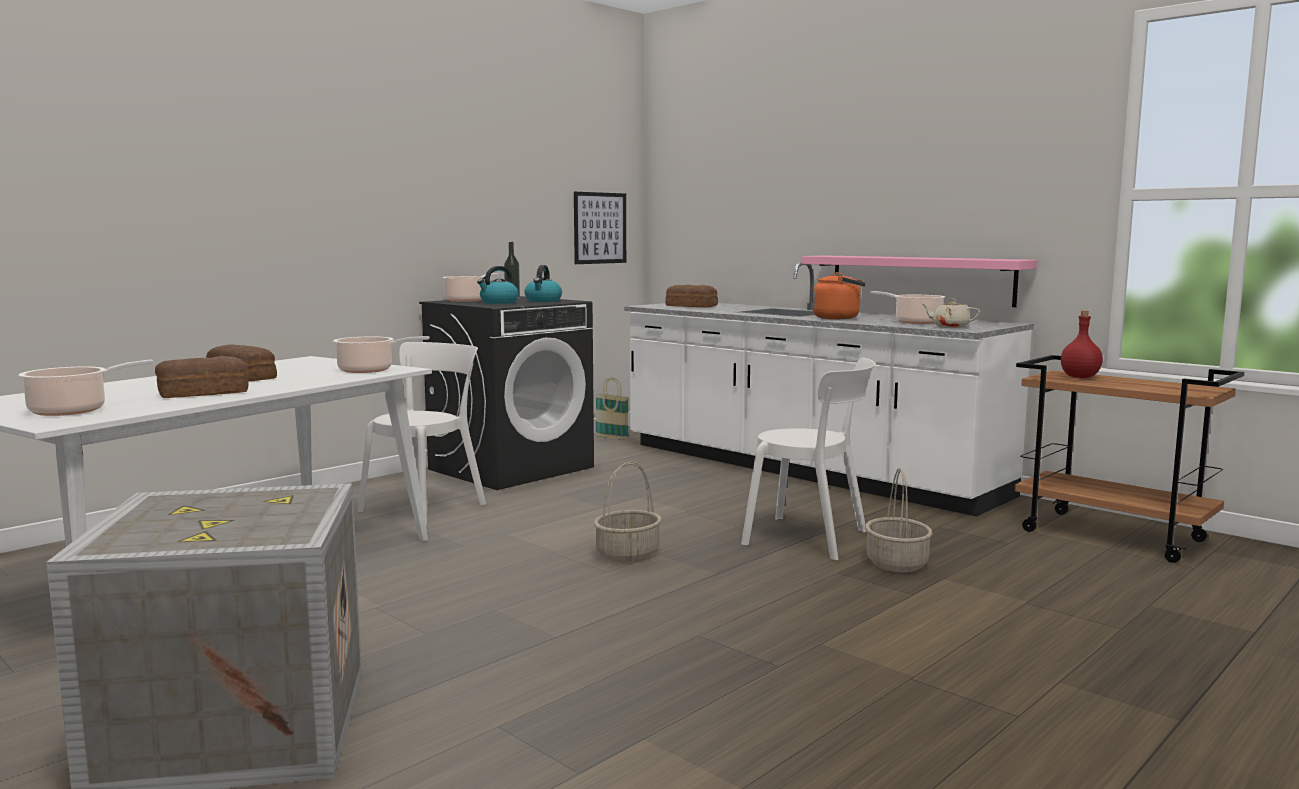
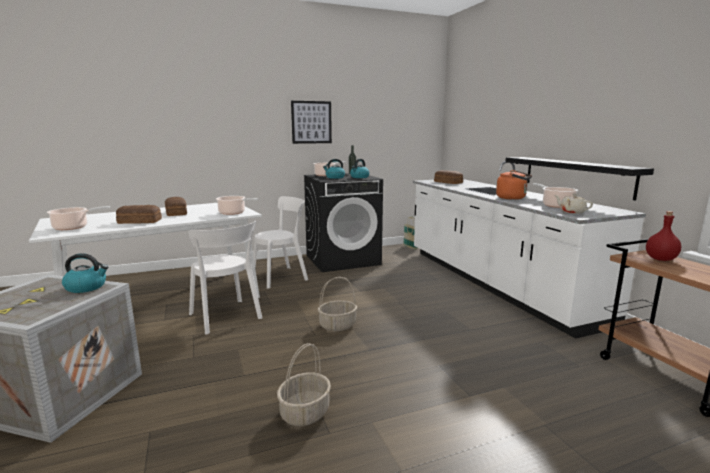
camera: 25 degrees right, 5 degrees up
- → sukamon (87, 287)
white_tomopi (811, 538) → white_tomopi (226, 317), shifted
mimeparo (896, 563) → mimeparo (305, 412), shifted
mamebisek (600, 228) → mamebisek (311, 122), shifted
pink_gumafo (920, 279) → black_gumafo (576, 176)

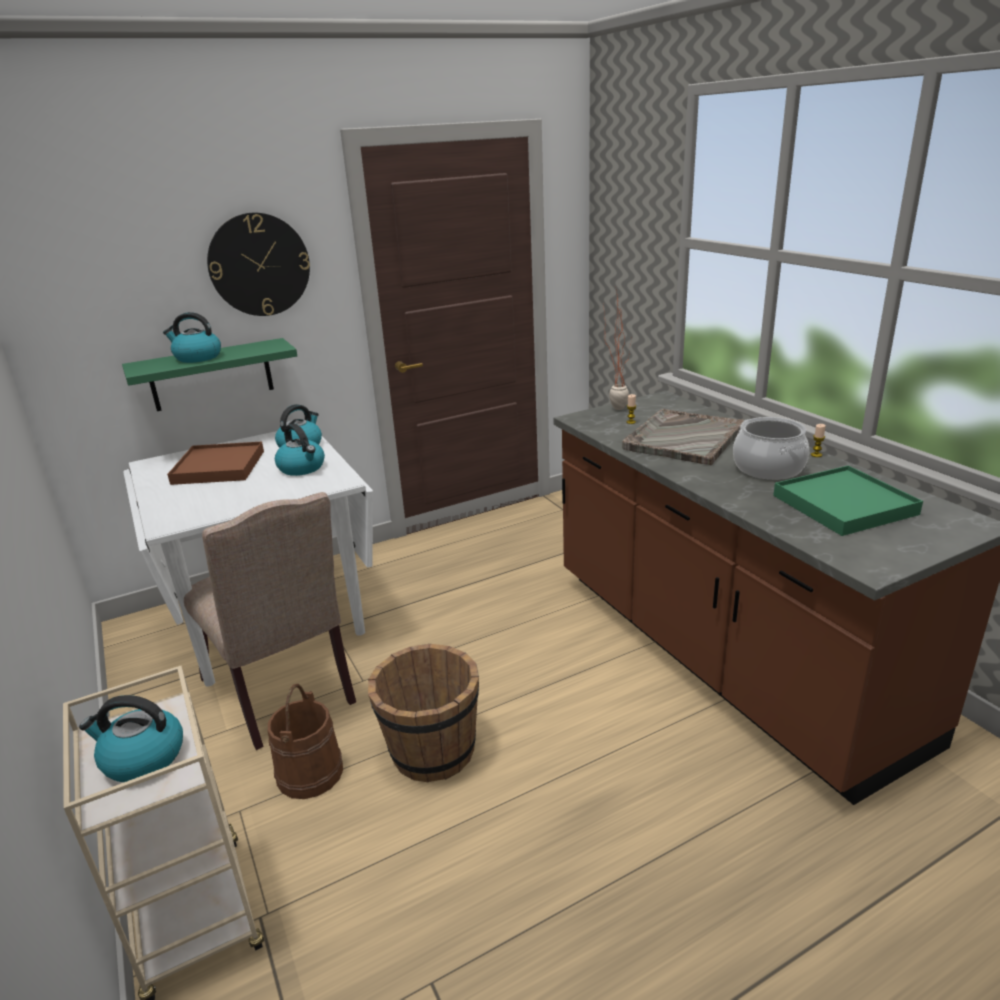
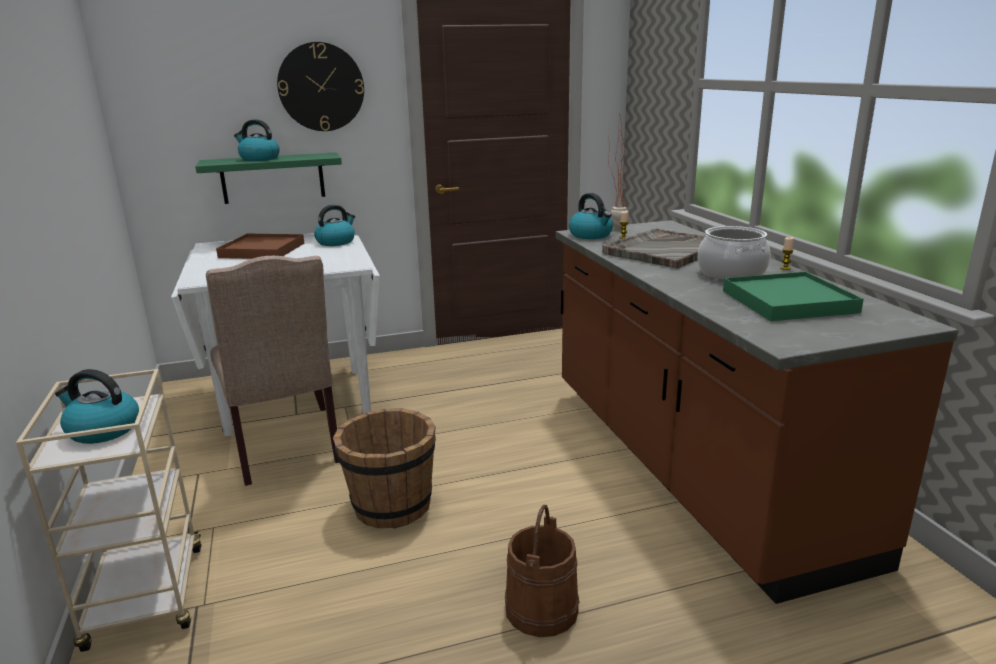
camera: 10 degrees right, 5 degrees down
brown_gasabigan (309, 772) → brown_gasabigan (541, 608), shifted
sukamon (302, 468) → sukamon (591, 235), shifted

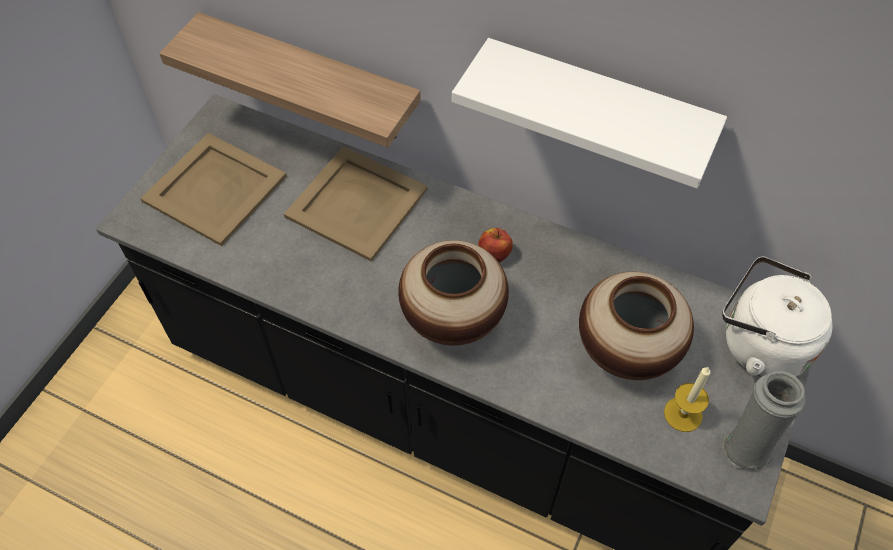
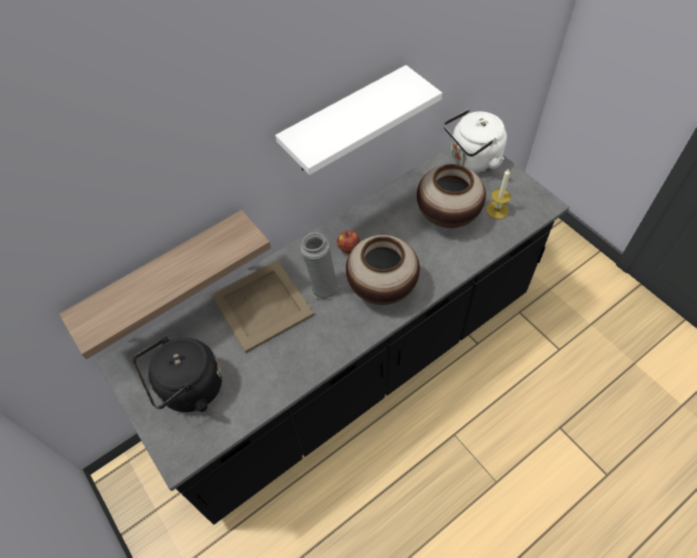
camera: 60 degrees left, 0 degrees up
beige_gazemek (215, 187) → black_sukamon (188, 389)
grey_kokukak (746, 445) → grey_kokukak (322, 286), shifted

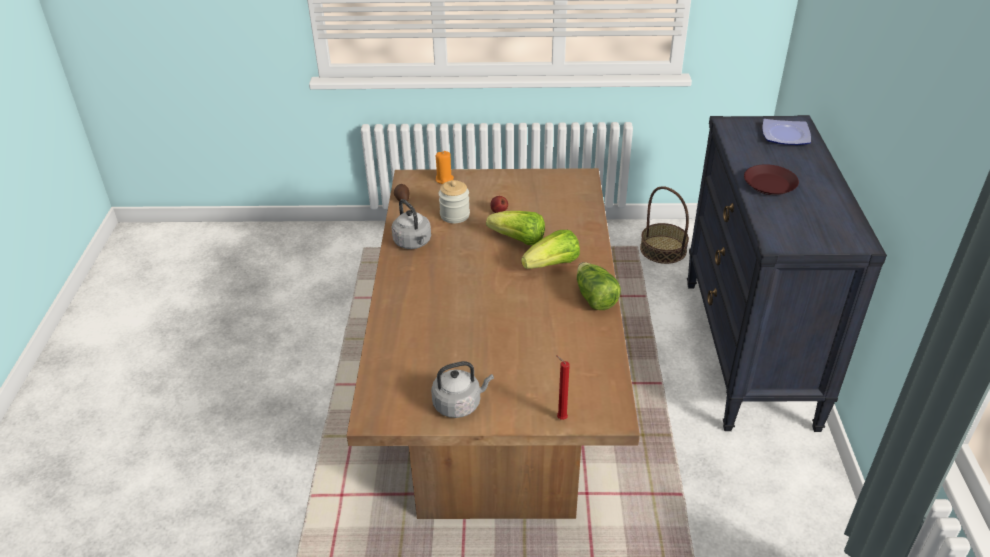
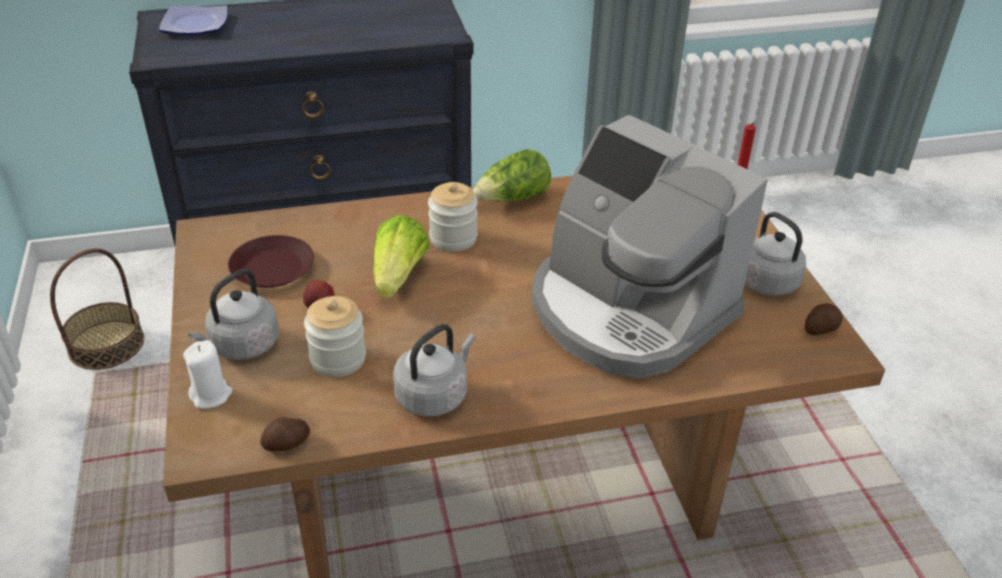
camera: 105 degrees left, 0 degrees up
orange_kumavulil (444, 179) → white_kumavulil (211, 395)
- → grey_sukamon (242, 346)
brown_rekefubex (769, 184) → brown_rekefubex (273, 269), shifted
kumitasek (553, 265) → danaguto (453, 238)
- → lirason (627, 311)
- → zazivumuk (820, 328)

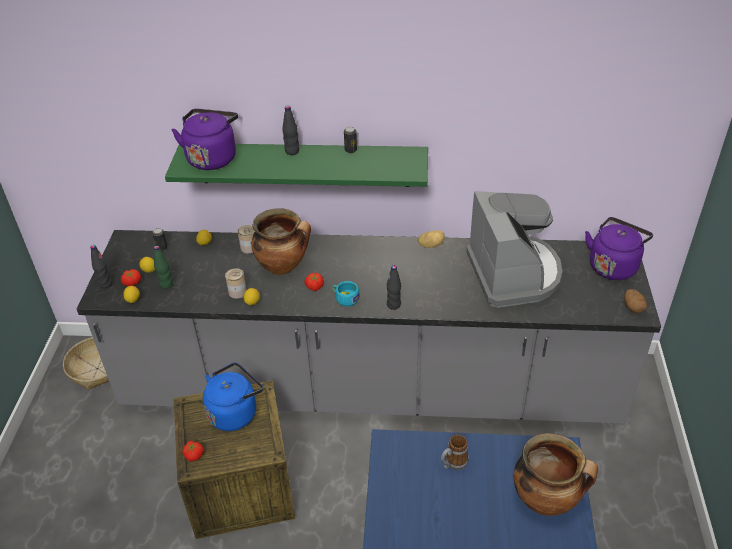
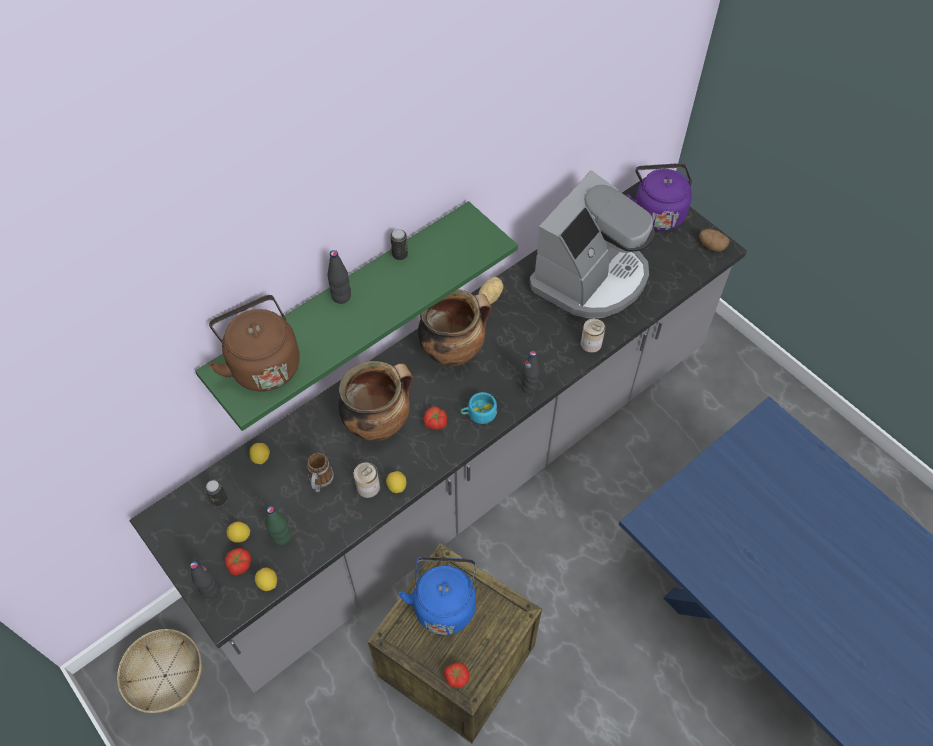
camera: 45 degrees left, 15 degrees up
purple_sukamon (212, 157) → brown_sukamon (263, 364)
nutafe (453, 463) → nutafe (320, 482), shifted
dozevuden (546, 499) → dozevuden (453, 351), shifted
lirason (514, 273) → lirason (591, 278), 90 degrees clockwise
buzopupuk (249, 247) → buzopupuk (591, 343), shifted

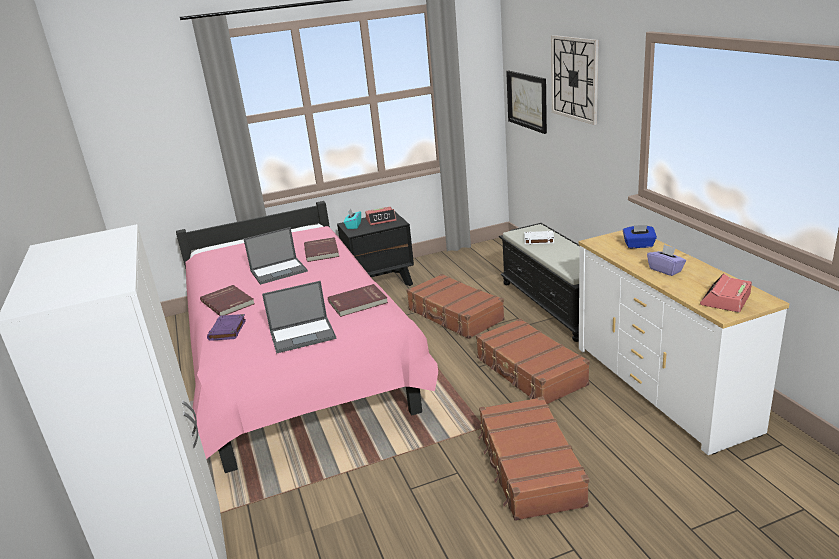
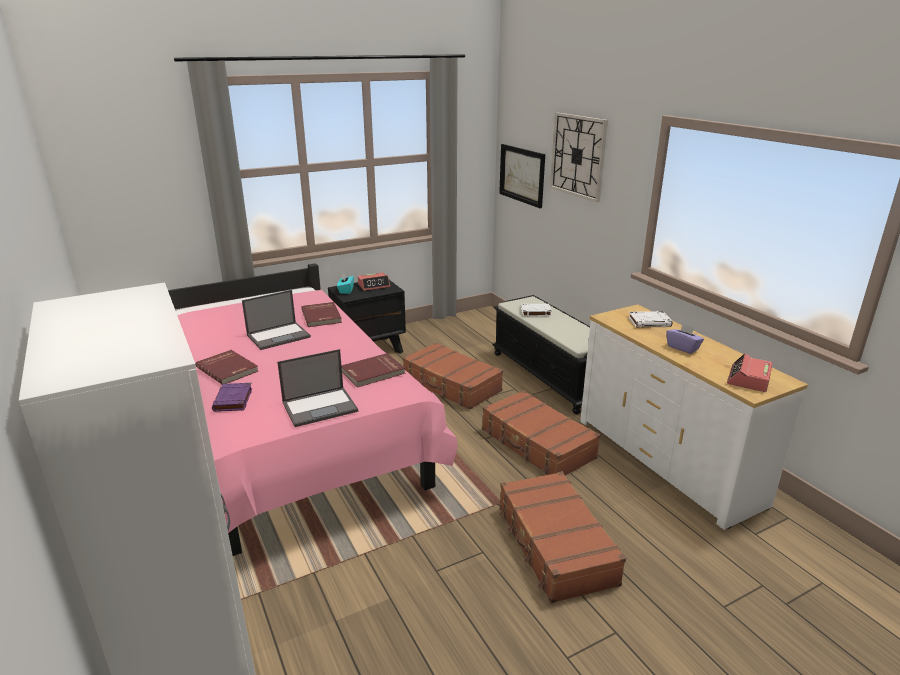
camera: 10 degrees left, 0 degrees up
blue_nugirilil (639, 245) → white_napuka (649, 322)

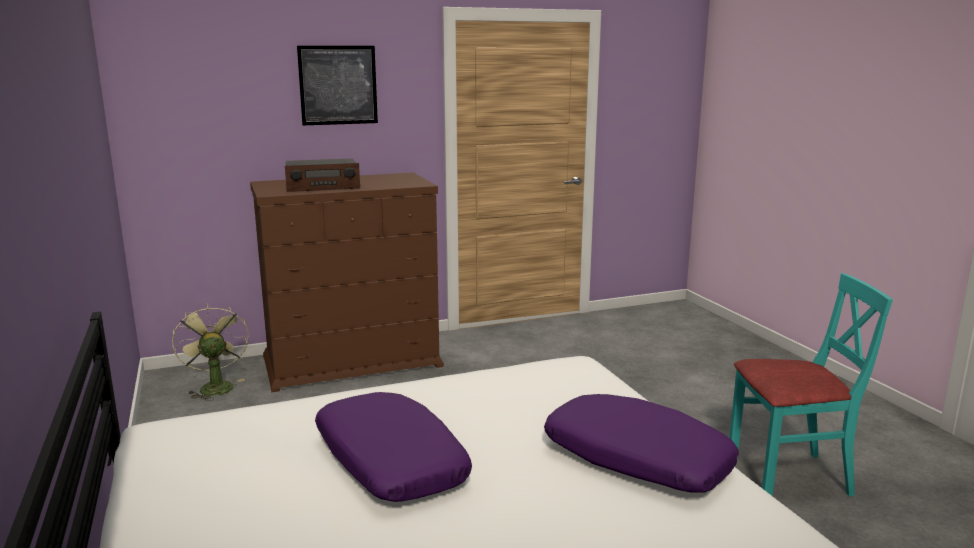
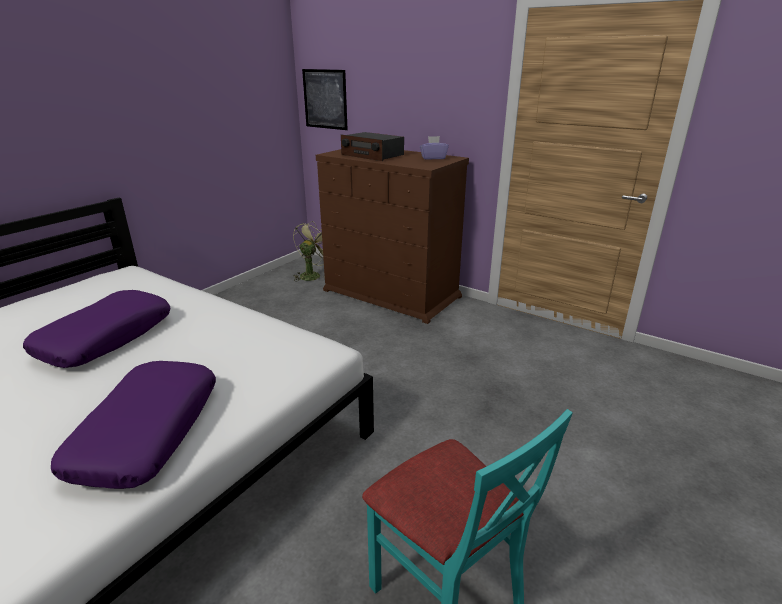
camera: 55 degrees right, 10 degrees up
mamebisek (338, 85) → mamebisek (325, 99), shifted
- → purple_nugirilil (433, 158)

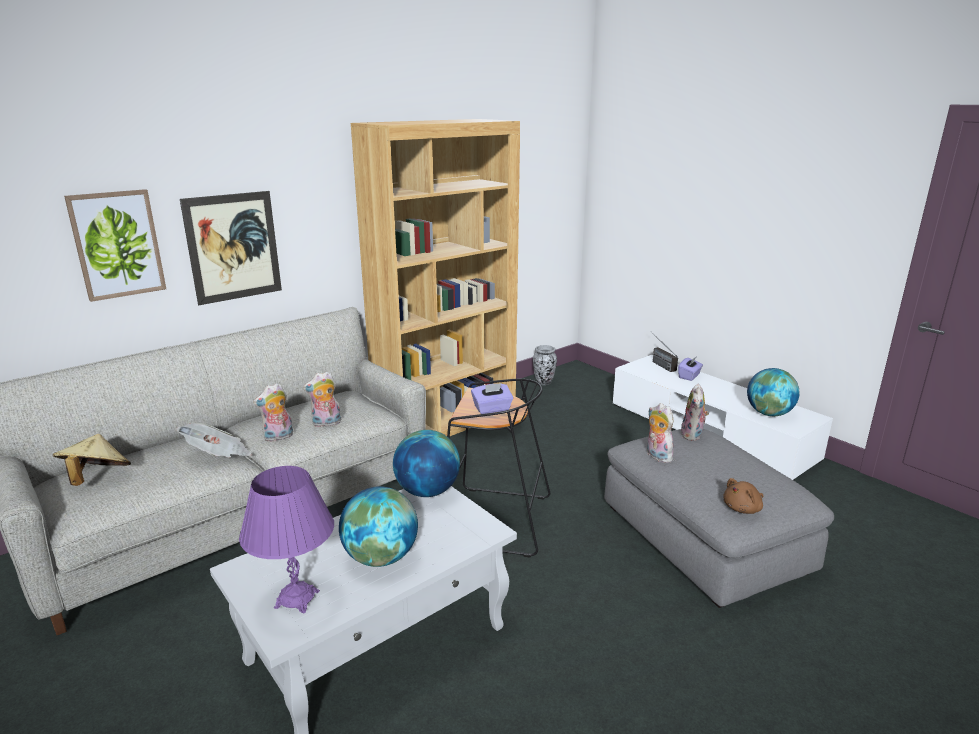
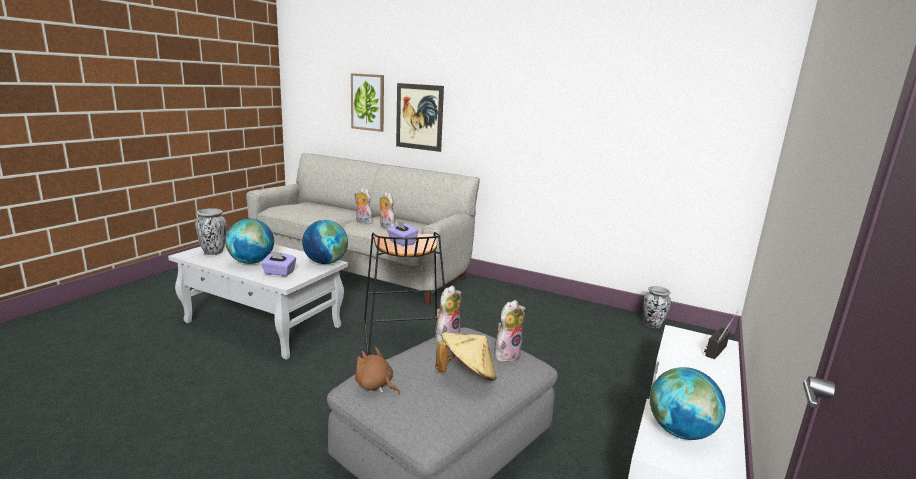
camera: 65 degrees right, 5 degrees down
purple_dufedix (297, 599) → kokukak (213, 252)
purple_nugirilil (689, 376) → purple_nugirilil (279, 273), shifted
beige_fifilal (97, 478) → beige_fifilal (466, 375), shifted
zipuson (693, 435) → zipuson (507, 354), 150 degrees clockwise
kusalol (218, 456) → -
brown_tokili (447, 421) → -

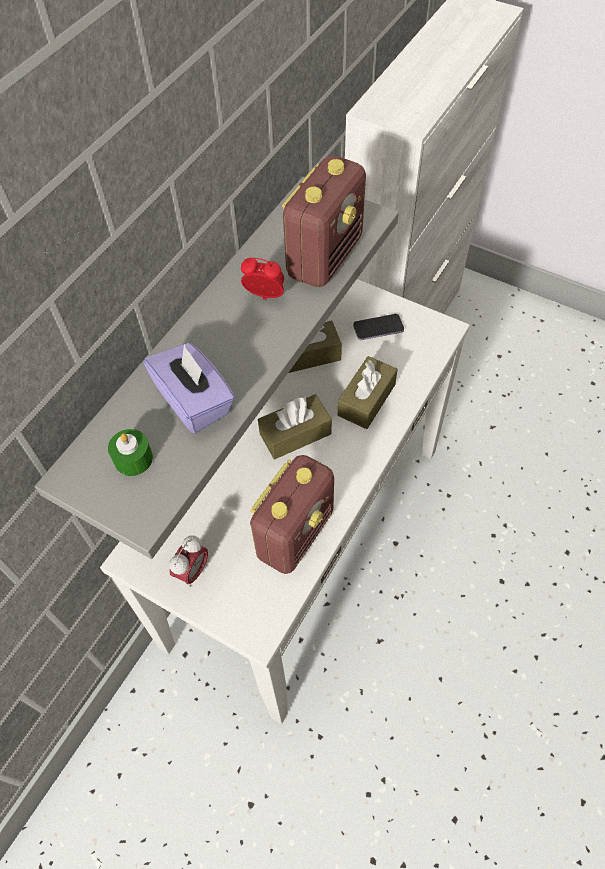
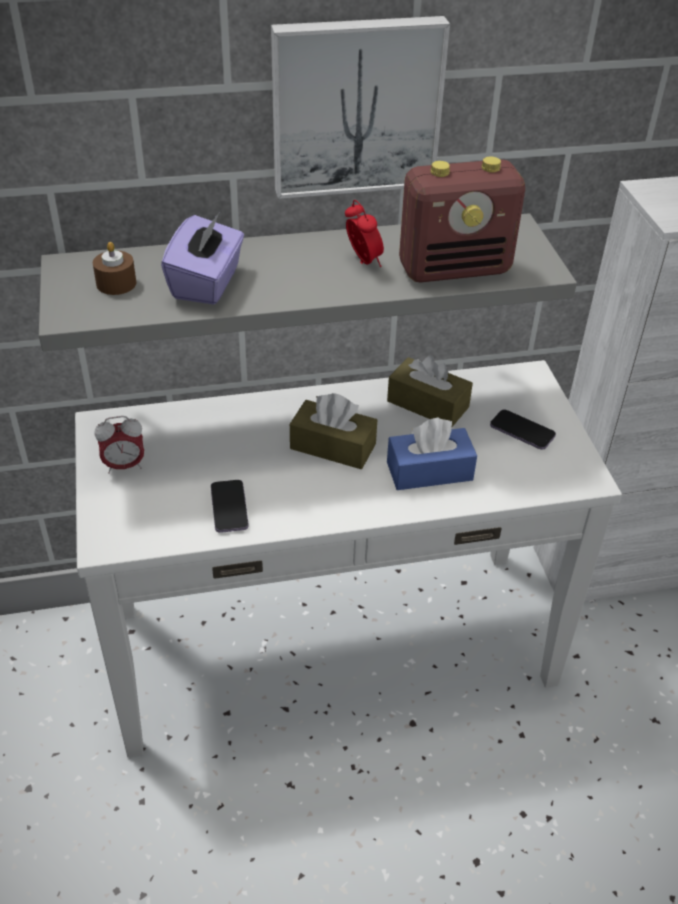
camera: 45 degrees right, 15 degrees down
green_kumavulil (133, 459) → brown_kumavulil (116, 283)
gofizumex (295, 533) → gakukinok (229, 508)
- → mamebisek (355, 106)
brown_nugirilil (366, 400) → blue_nugirilil (429, 471)

